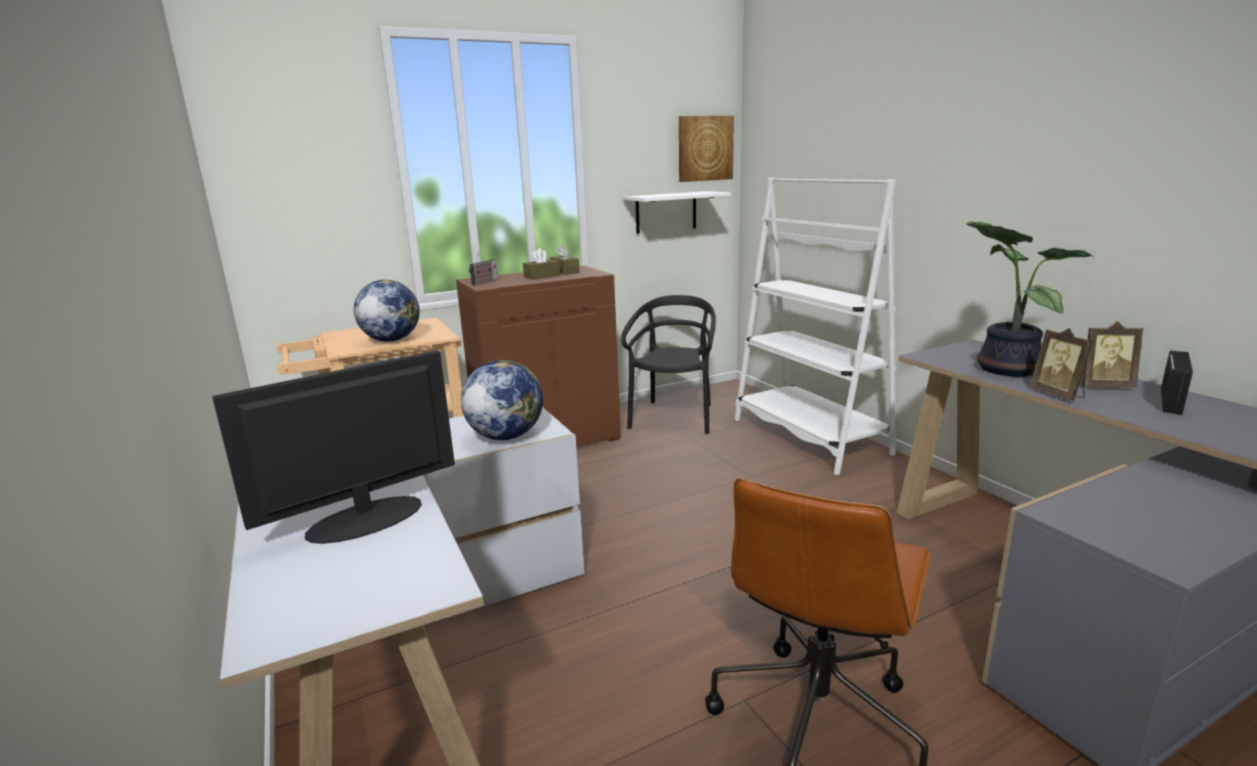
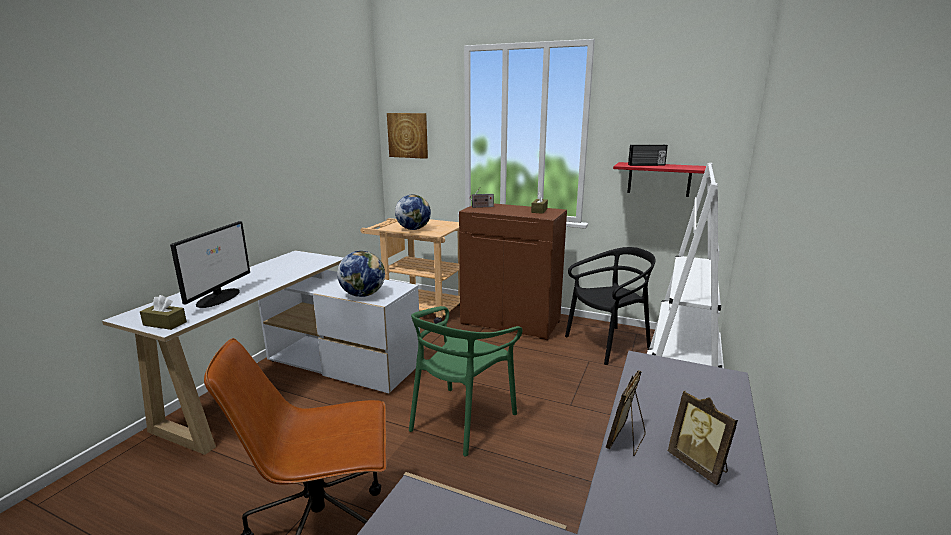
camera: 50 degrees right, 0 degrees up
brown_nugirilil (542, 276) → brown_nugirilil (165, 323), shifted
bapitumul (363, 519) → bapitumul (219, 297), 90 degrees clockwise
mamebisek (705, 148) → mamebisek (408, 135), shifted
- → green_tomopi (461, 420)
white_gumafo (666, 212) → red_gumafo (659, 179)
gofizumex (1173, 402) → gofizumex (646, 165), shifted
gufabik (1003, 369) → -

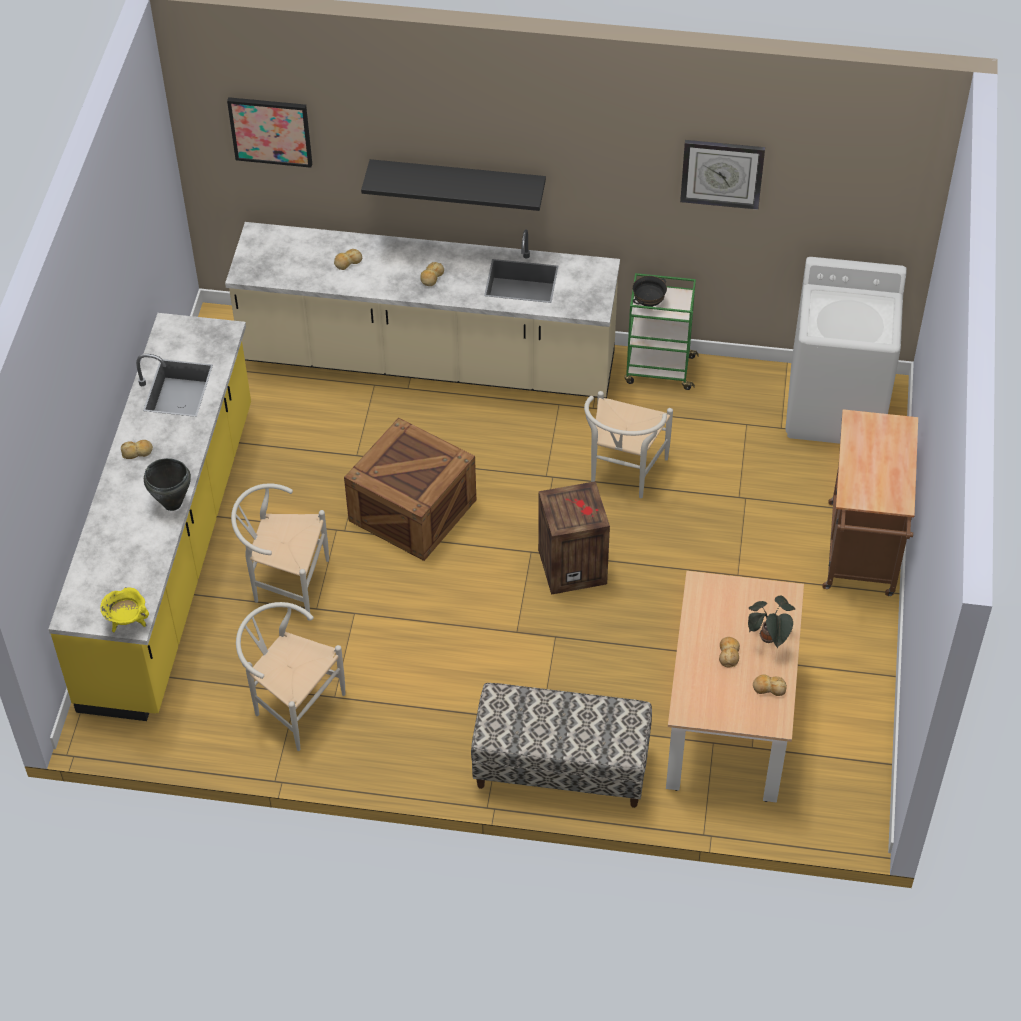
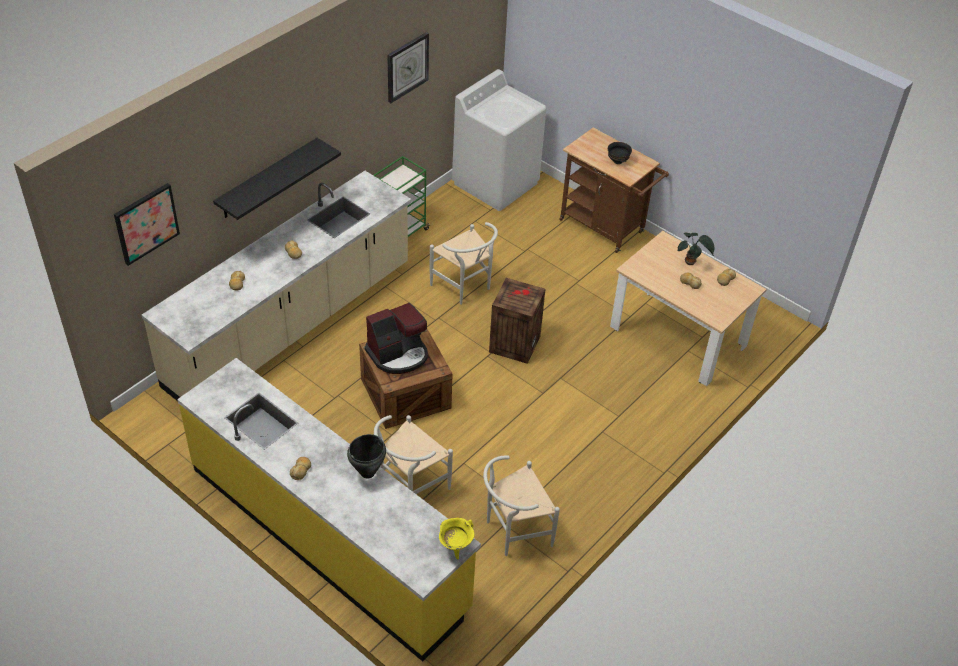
camera: 60 degrees left, 5 degrees down
- → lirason (398, 354)
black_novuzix (648, 302) → black_novuzix (617, 161), shifted
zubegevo (560, 768) → -

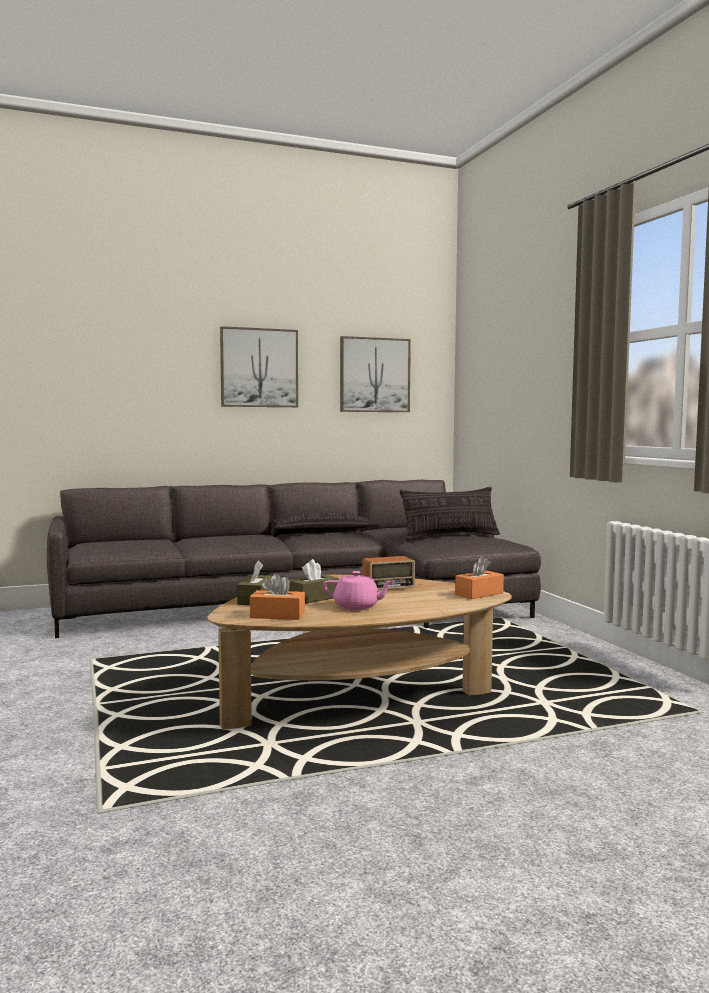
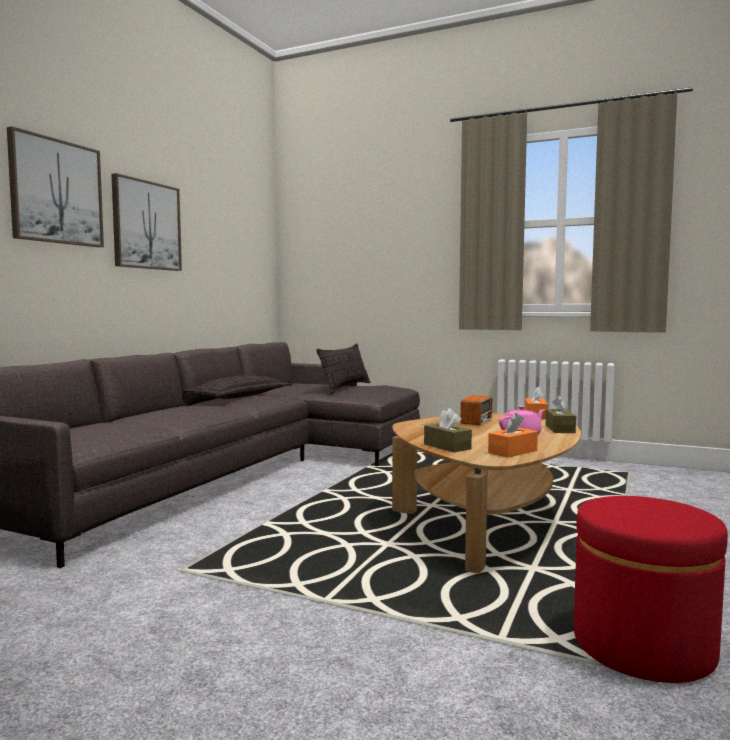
camera: 45 degrees left, 0 degrees up
mamebisek (374, 375) → mamebisek (56, 192), shifted
brown_nugirilil (313, 598) → brown_nugirilil (560, 429), shifted
- → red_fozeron (643, 646)

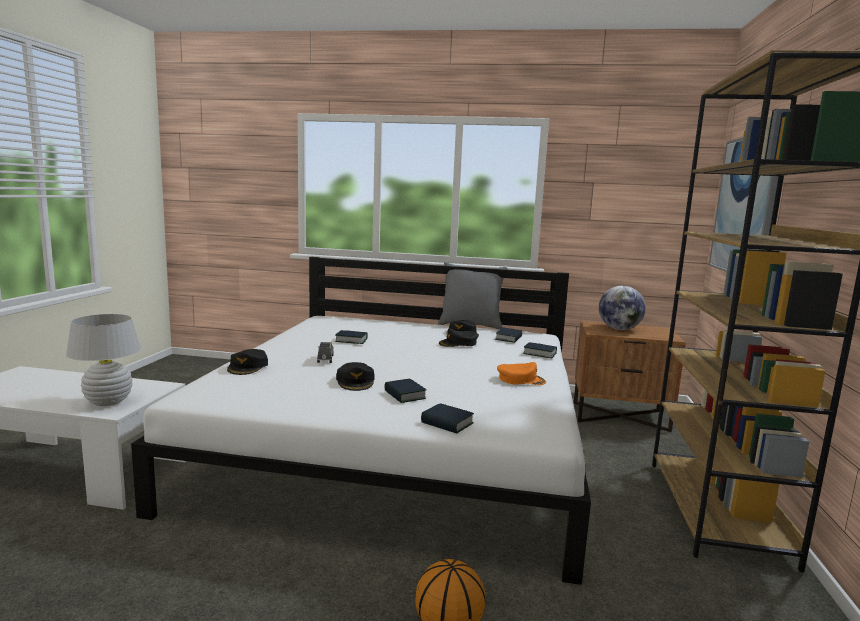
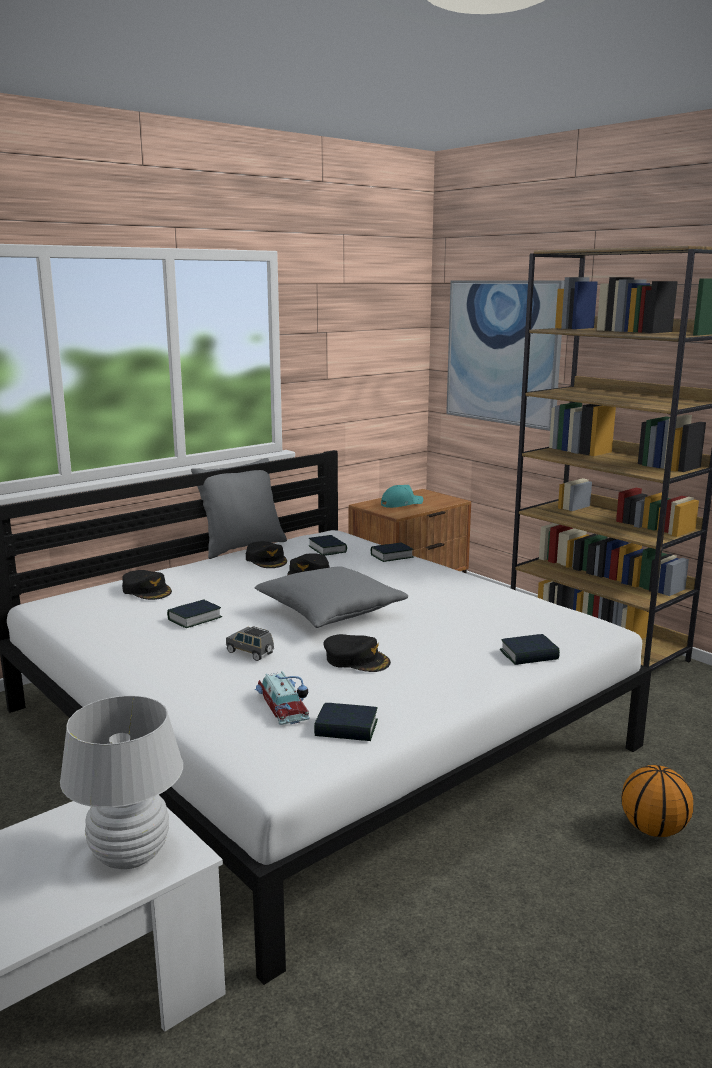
camera: 50 degrees left, 5 degrees up
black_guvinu (248, 367) → black_guvinu (147, 590), shifted
- → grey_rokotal (330, 612)
- → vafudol (284, 704)
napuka (404, 395) → napuka (346, 728), shifted
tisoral (619, 329) → turquoise_guvinu (401, 504)
orange_guvinu (520, 379) → -

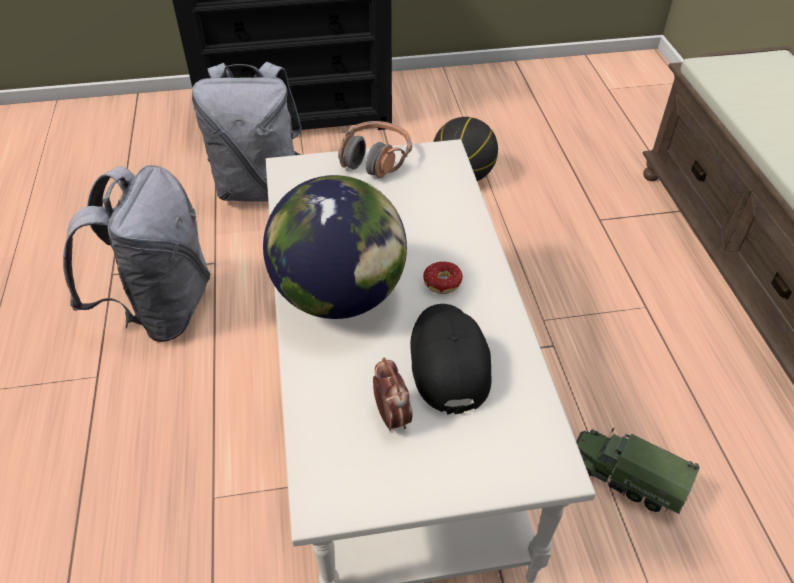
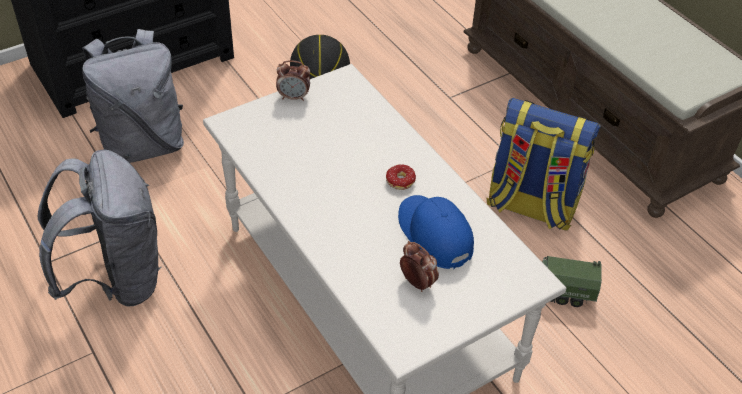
camera: 25 degrees left, 0 degrees up
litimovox (375, 159) → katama (294, 97)
black_guvinu (448, 361) → blue_guvinu (434, 234)
- → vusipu (530, 206)
tisoral (340, 296) → -

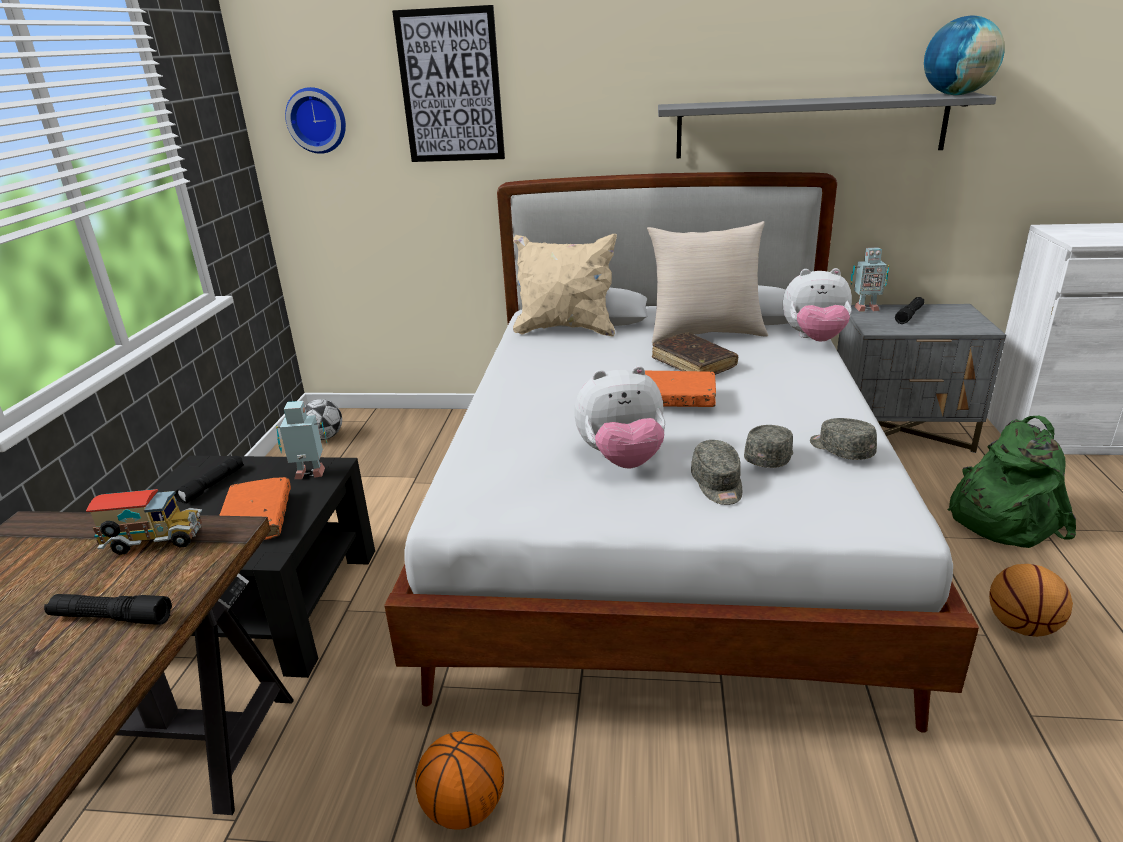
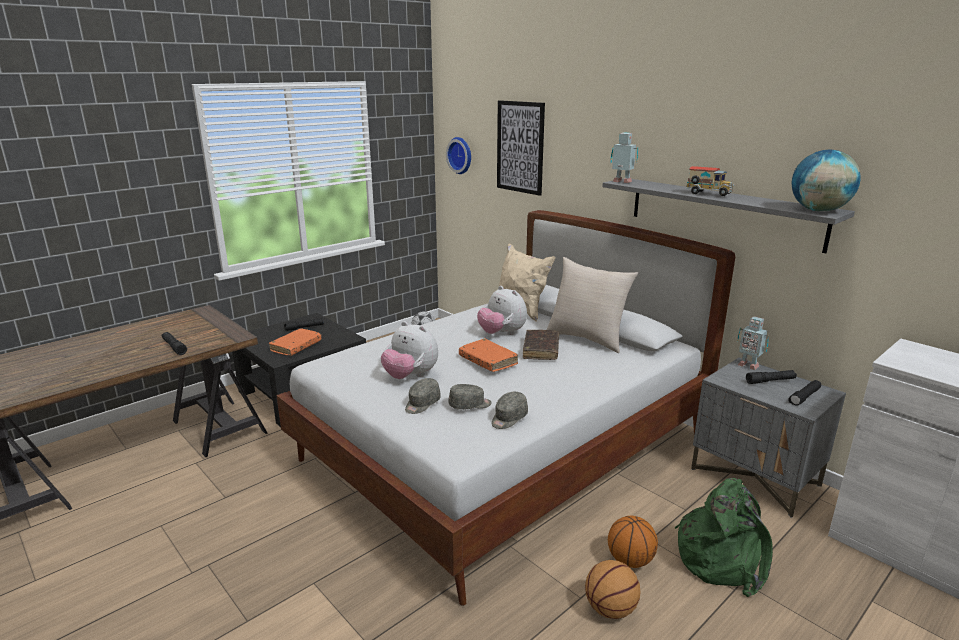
camera: 40 degrees right, 5 degrees down
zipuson (814, 339) → zipuson (502, 333), shifted
grey_guvinu (840, 450) → grey_guvinu (508, 418), 150 degrees counterclockwise
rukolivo (464, 808) → rukolivo (630, 560), shifted
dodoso (310, 475) → dodoso (622, 182), shifted
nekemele (155, 543) → nekemele (708, 194), shifted
- → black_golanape (804, 397)

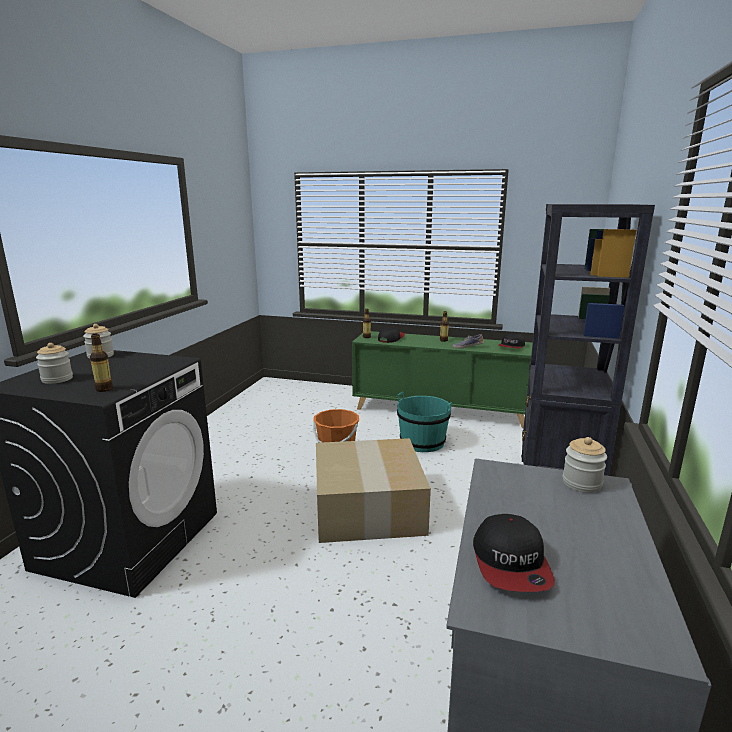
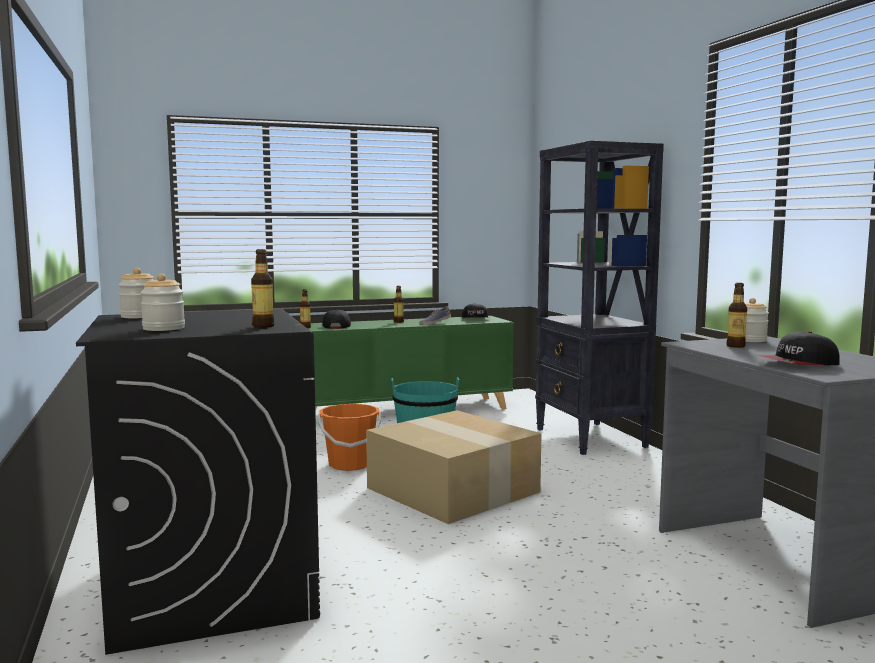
camera: 35 degrees left, 10 degrees down
- → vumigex (735, 346)
guvinu (511, 563) → guvinu (798, 364), 105 degrees clockwise

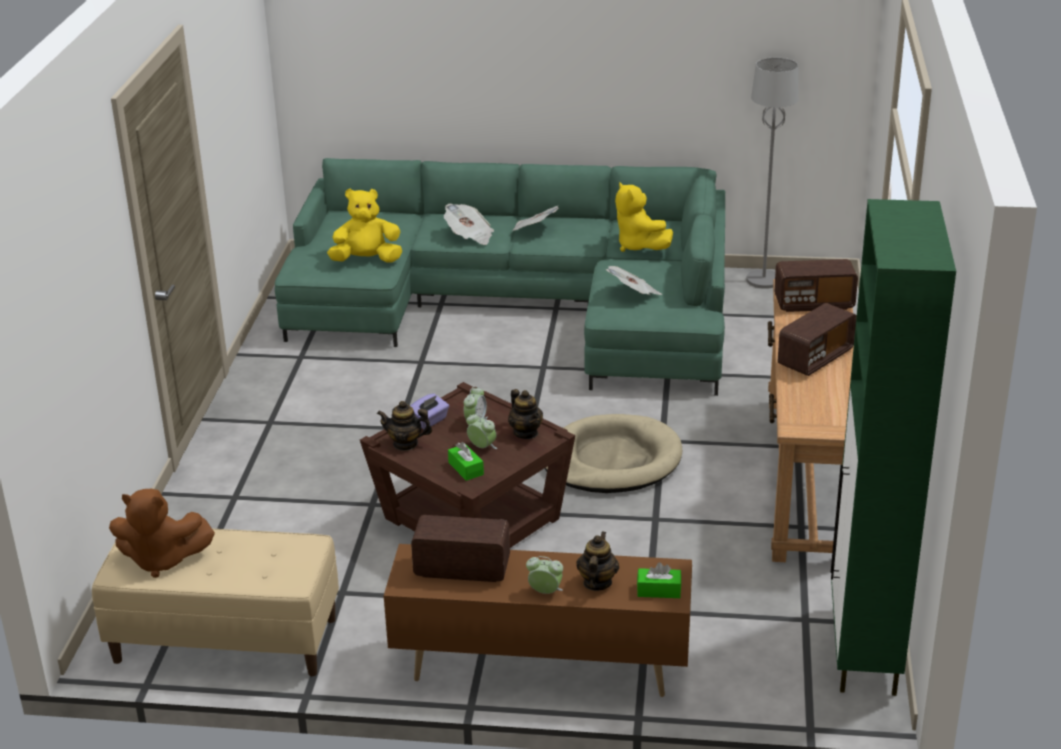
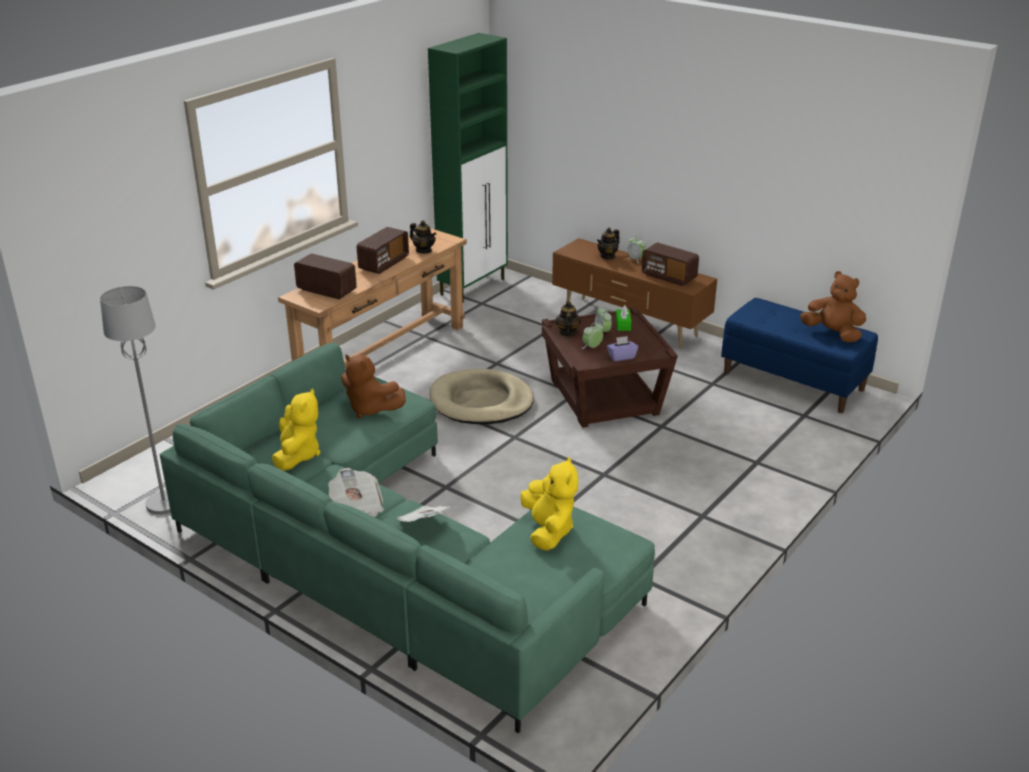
camera: 150 degrees left, 0 degrees up
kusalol (633, 294) → brown_zipuson (370, 409)
gofizumex (815, 358) → gofizumex (383, 264), 135 degrees clockwise
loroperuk (405, 444) → loroperuk (424, 250), shifted
yellow_zipuson (366, 260) → yellow_zipuson (548, 531), 120 degrees counterclockwise
beige_zubegevo (224, 640) → blue_zubegevo (794, 381)
green_nugirilil (659, 590) → -

